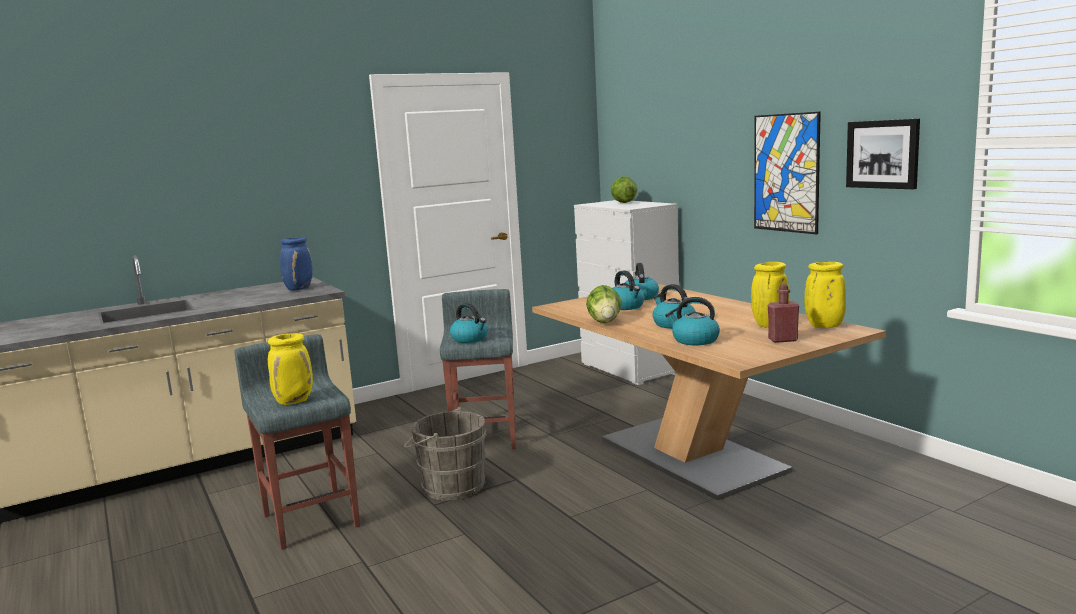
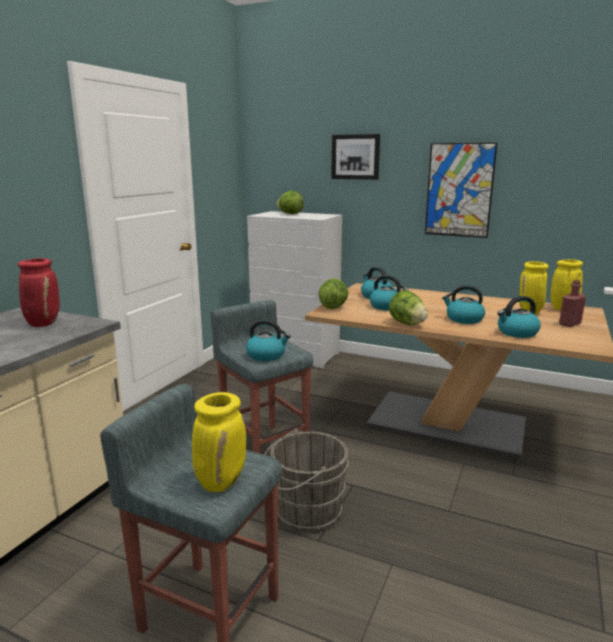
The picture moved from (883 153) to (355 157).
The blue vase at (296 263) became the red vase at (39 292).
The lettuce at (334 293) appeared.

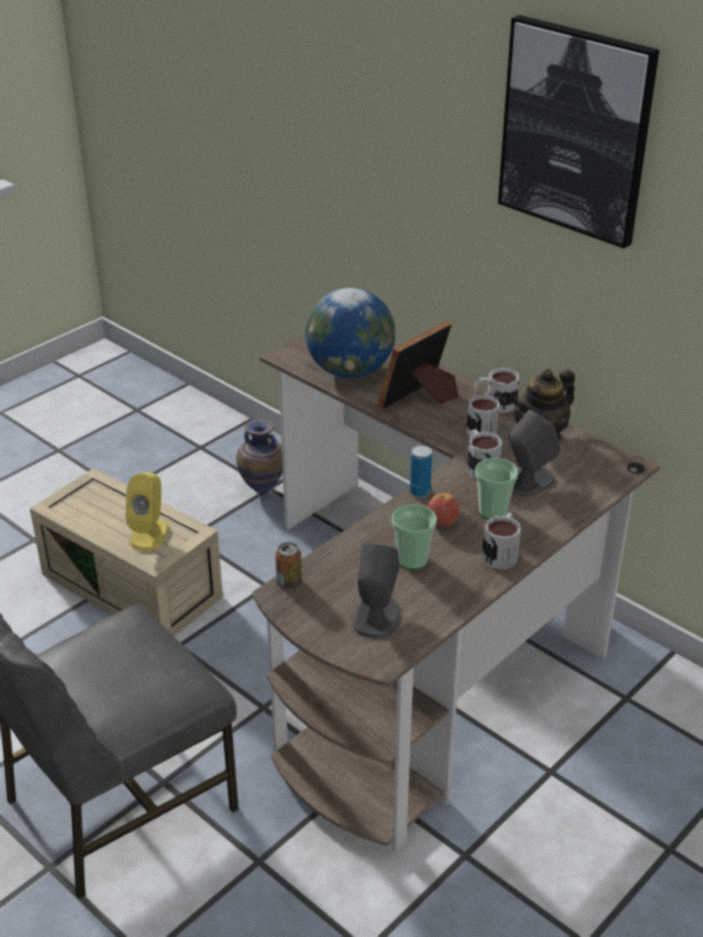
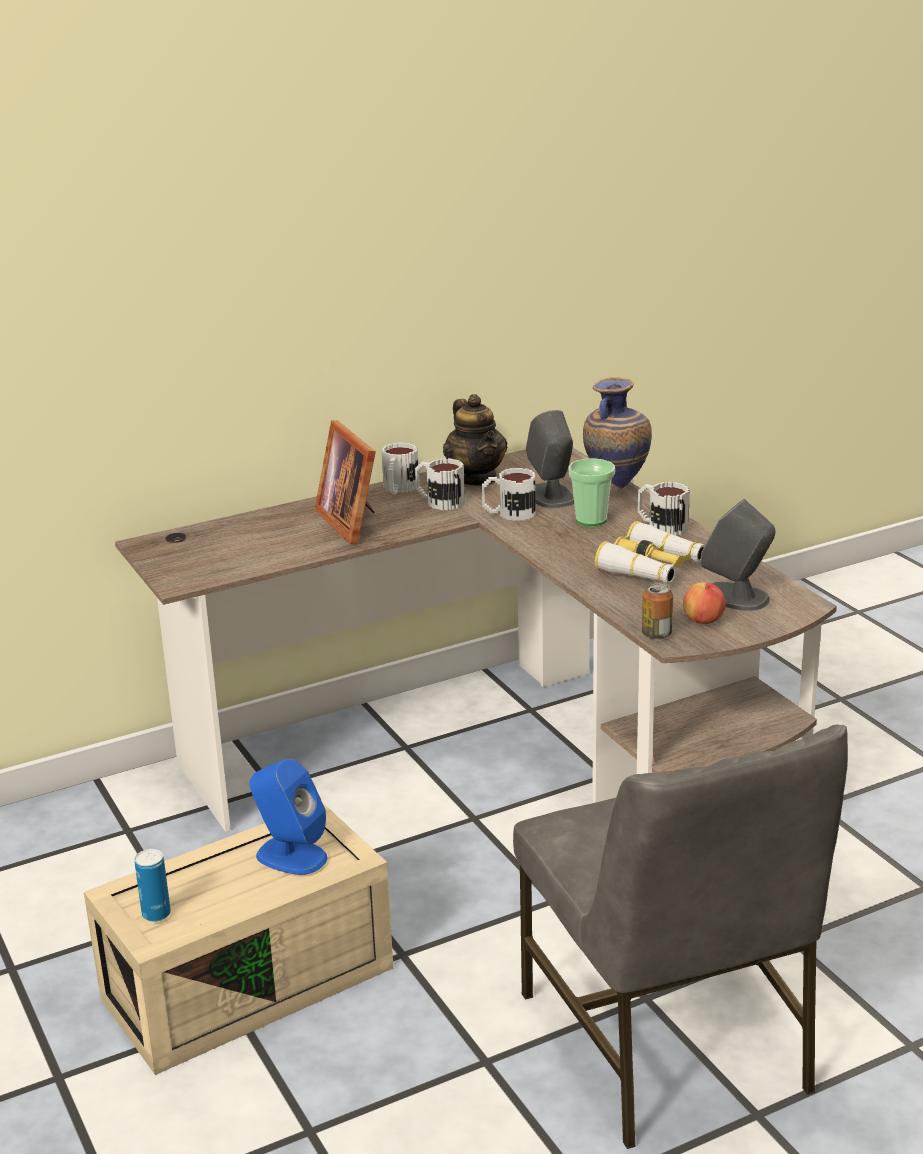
The picture at (578 131) disappeared.
The globe at (350 333) disappeared.
The vase moved from (259 457) to (617 433).
The can moved from (421 471) to (153 885).
The yellow speaker at (147 512) became the blue speaker at (288 817).
The apple moved from (443 510) to (704 603).
The cup at (414 537) was replaced by the binoculars at (649 552).

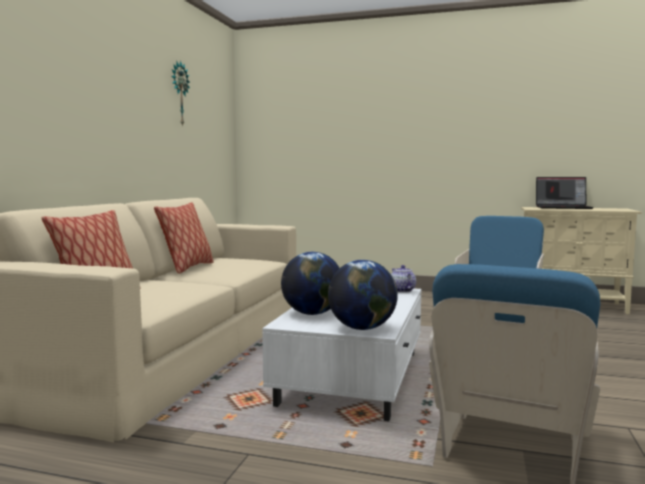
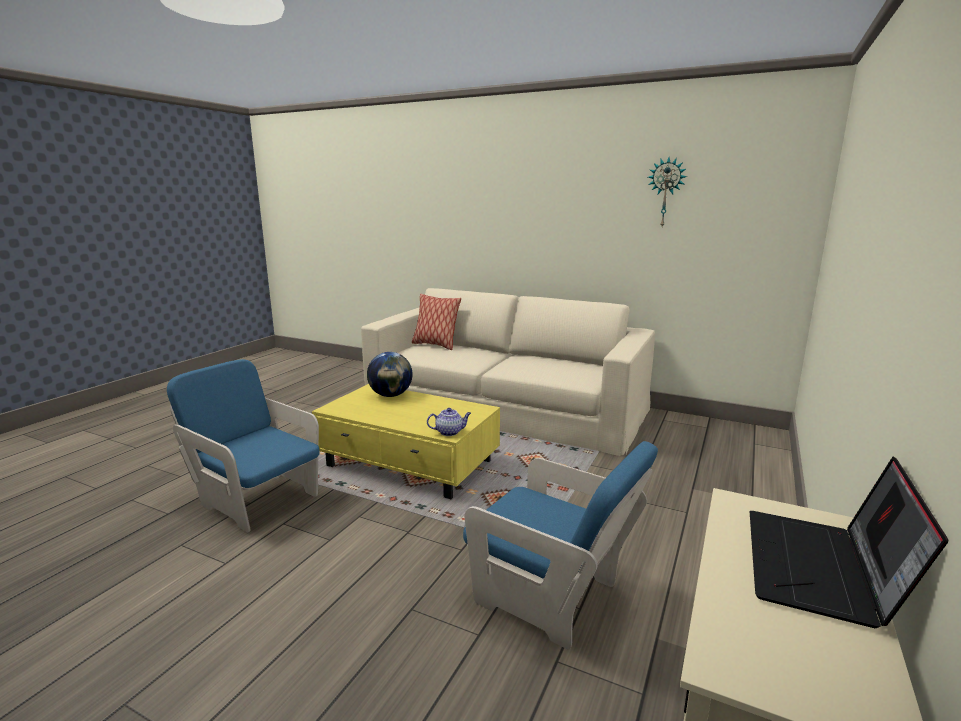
The pillow at (184 238) disappeared.
The globe at (363 295) disappeared.
The white coffee table at (341 354) became the yellow coffee table at (406 441).

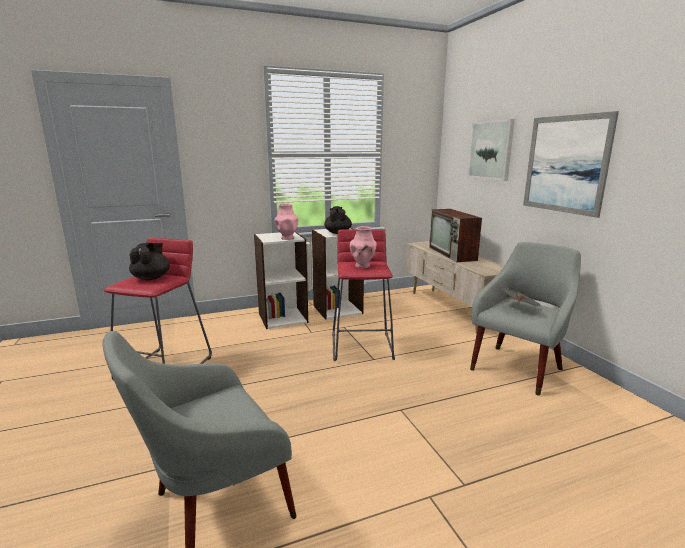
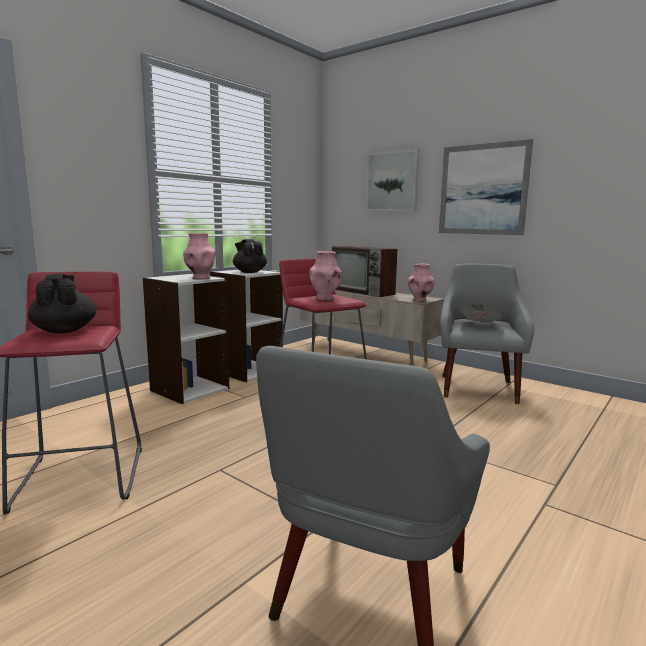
The pink vase at (421 283) appeared.

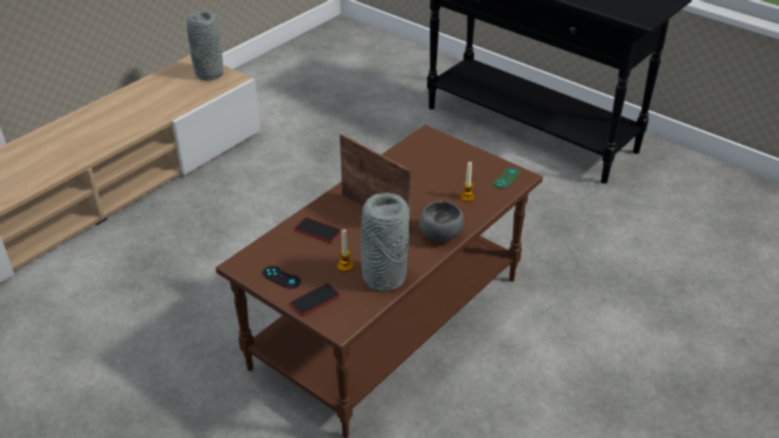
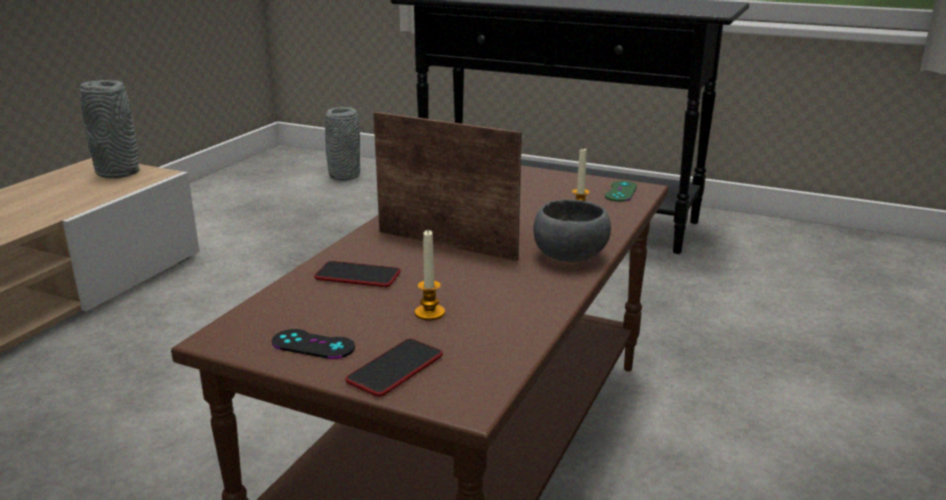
The grey vase moved from (384 242) to (342 144).

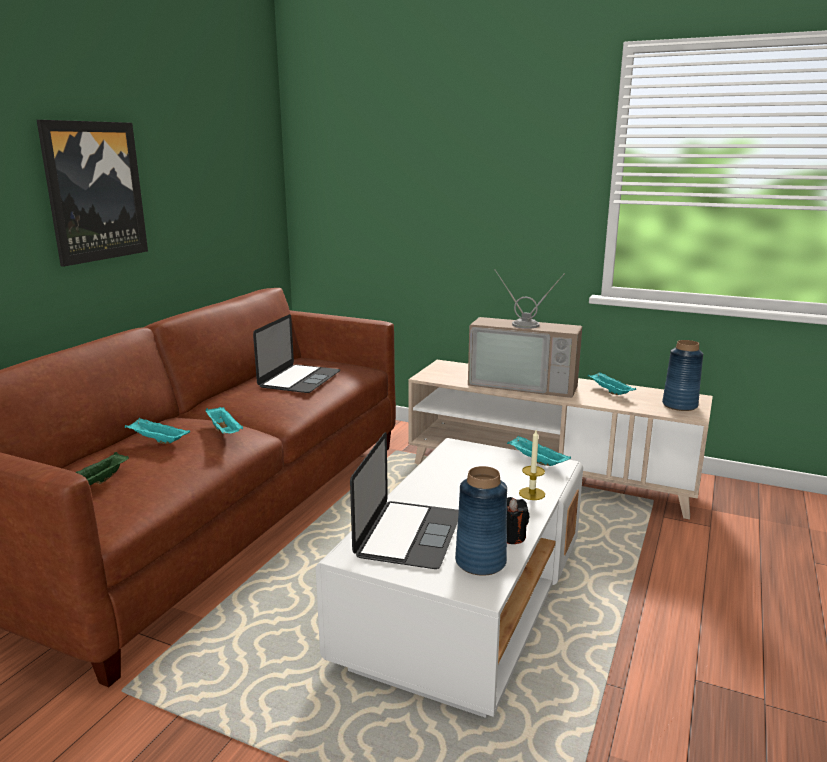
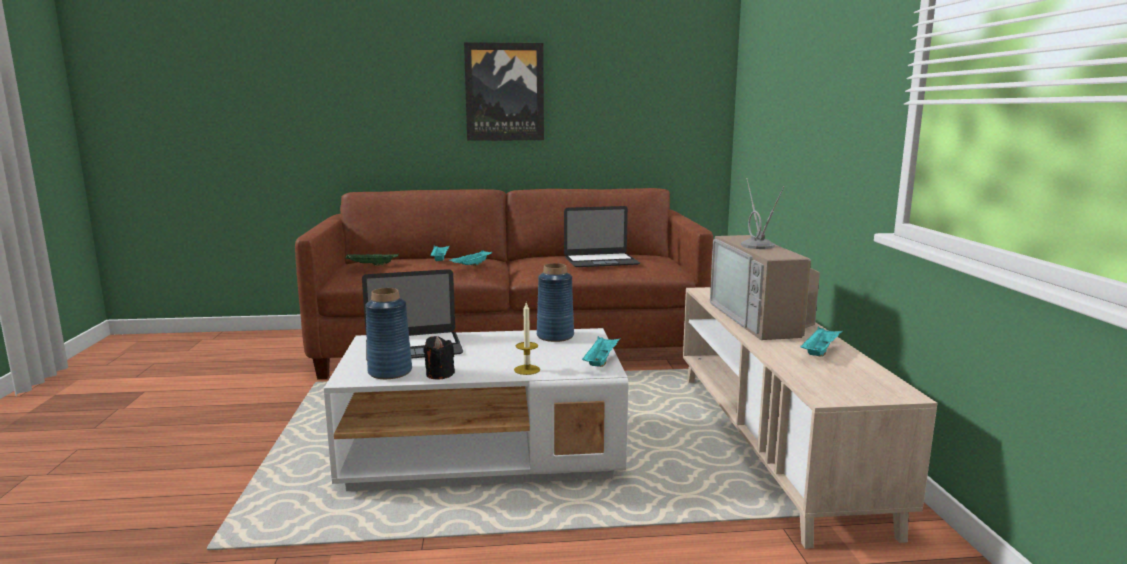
The blue vase moved from (683 375) to (555 302).

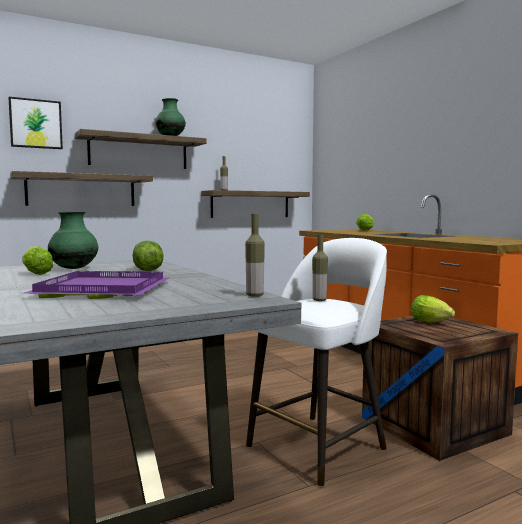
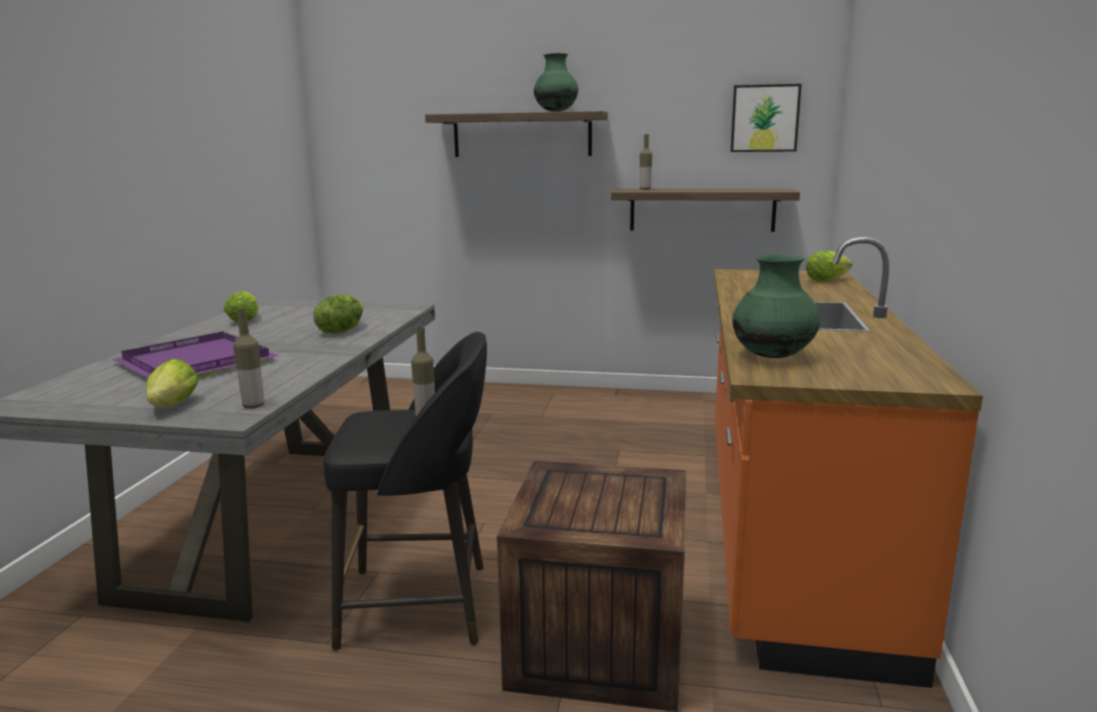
The picture moved from (35 123) to (766 118).
The shelf at (81 188) disappeared.
The green vase moved from (73 240) to (776 306).
The white stool at (316 362) became the black stool at (405 491).
The lettuce moved from (433 309) to (172 383).

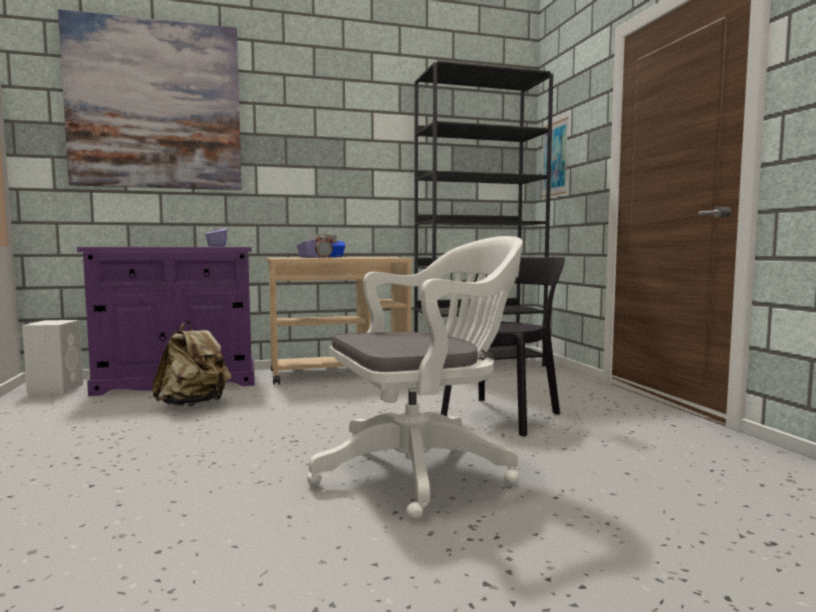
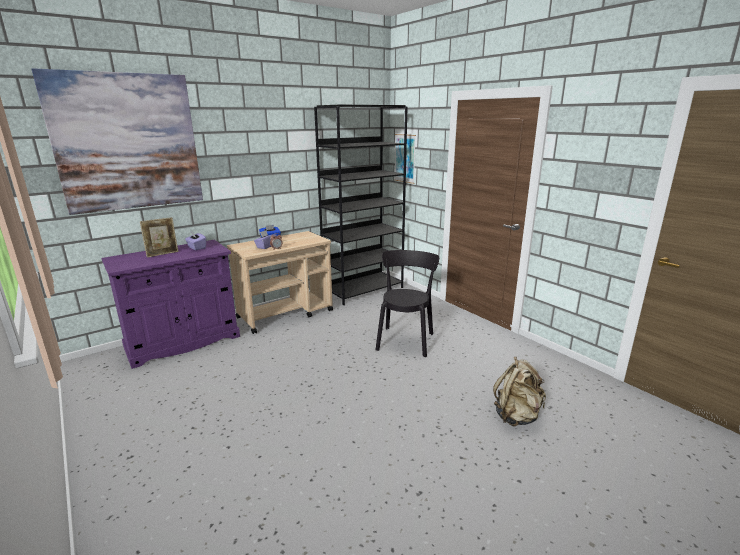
The white office chair at (415 378) disappeared.
The white speaker at (52 357) disappeared.
The beige backpack moved from (191 363) to (519 391).
The picture frame at (159 237) appeared.

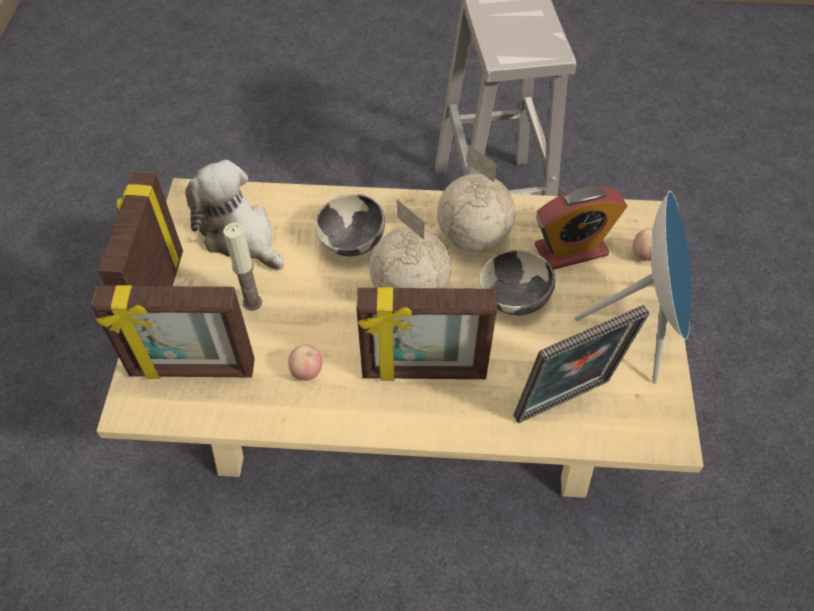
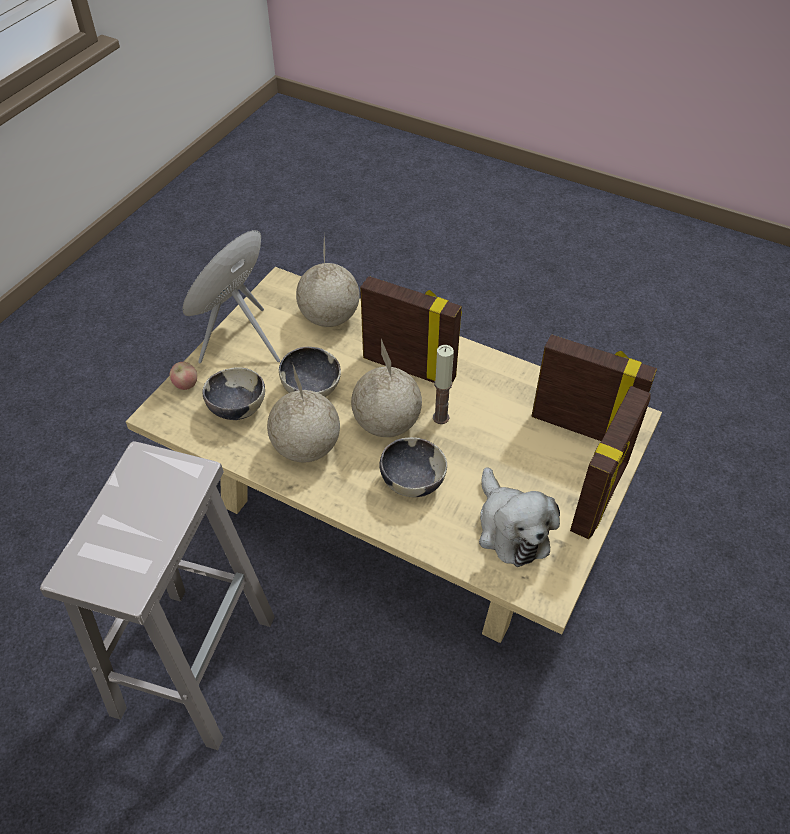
The alarm clock at (581 228) was replaced by the bowl at (233 393).
The candle moved from (243 266) to (443 384).
The picture frame at (581 364) was replaced by the globe at (328 282).
The apple at (305 363) disappeared.

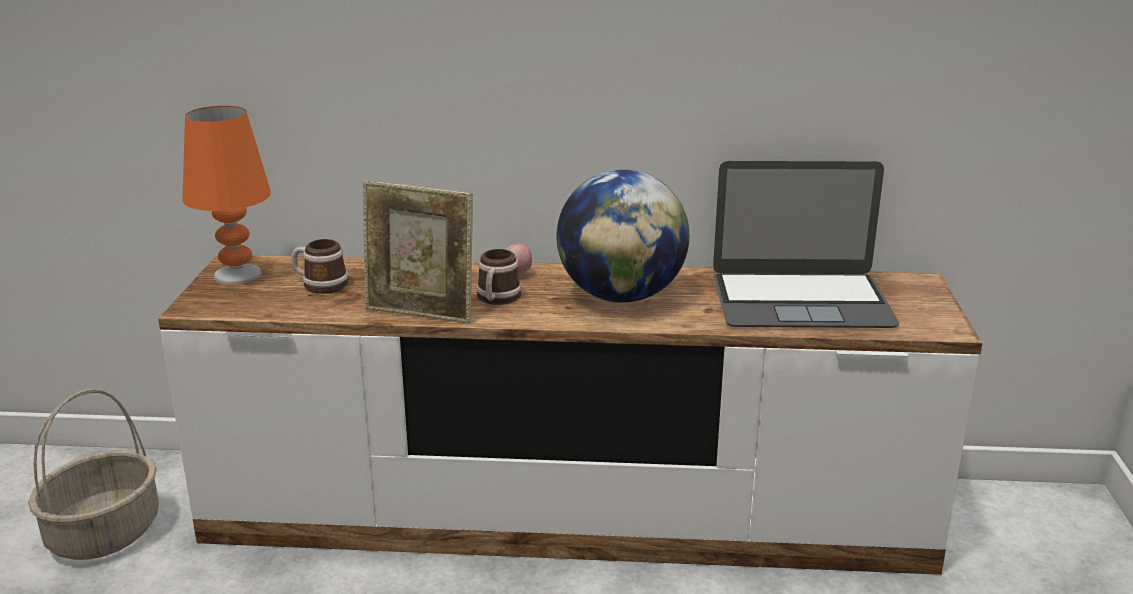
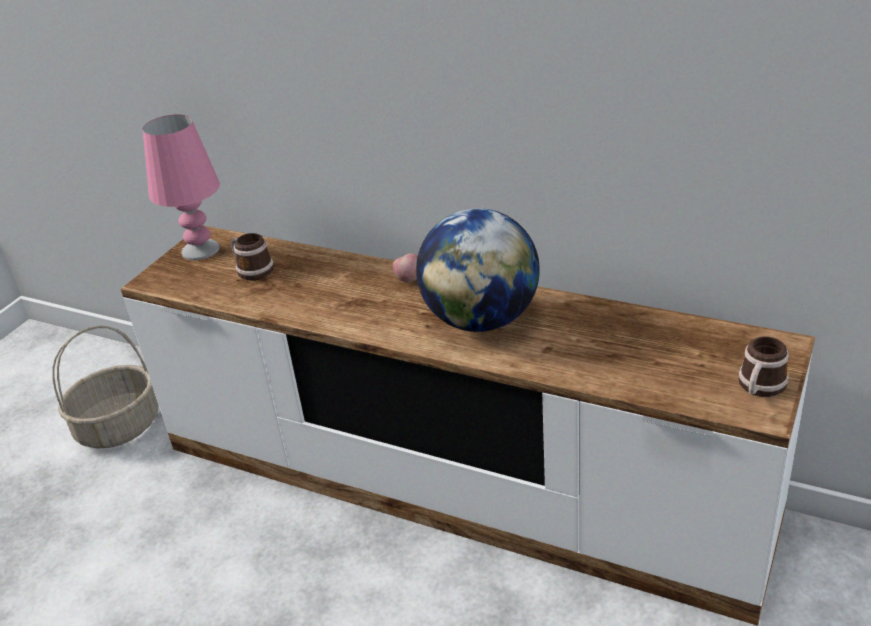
The orange table lamp at (226 195) became the pink table lamp at (181 187).
The laptop at (806 244) disappeared.
The picture frame at (418 252) disappeared.
The mug moved from (499 277) to (764 366).

